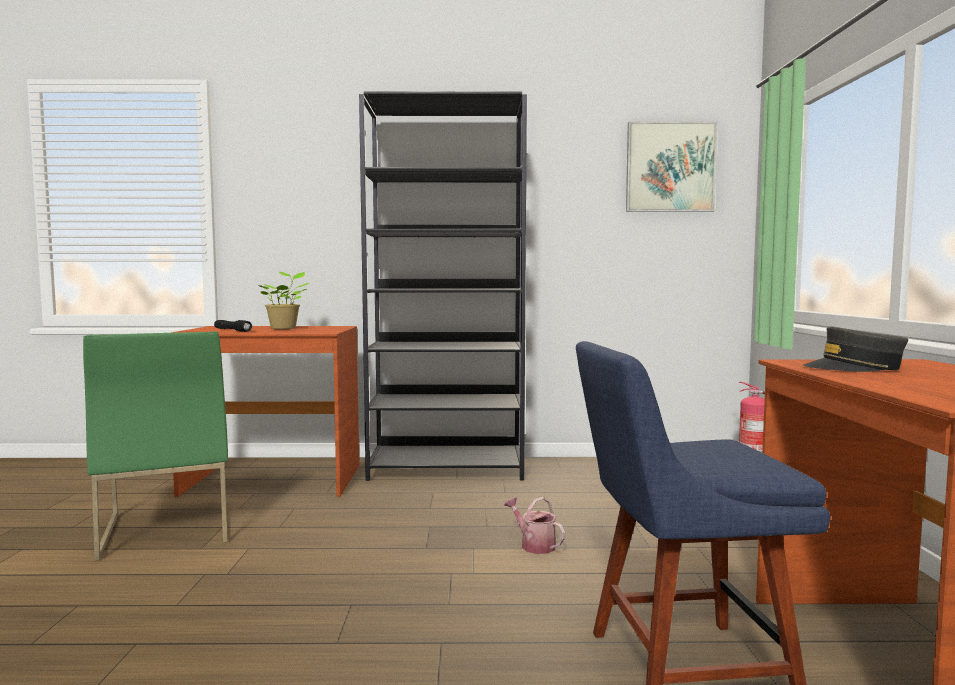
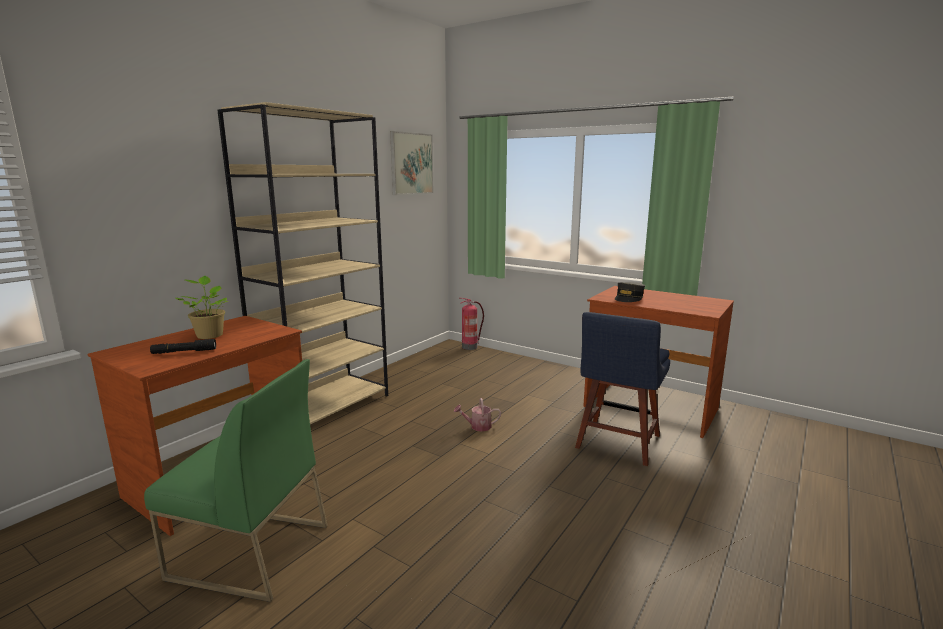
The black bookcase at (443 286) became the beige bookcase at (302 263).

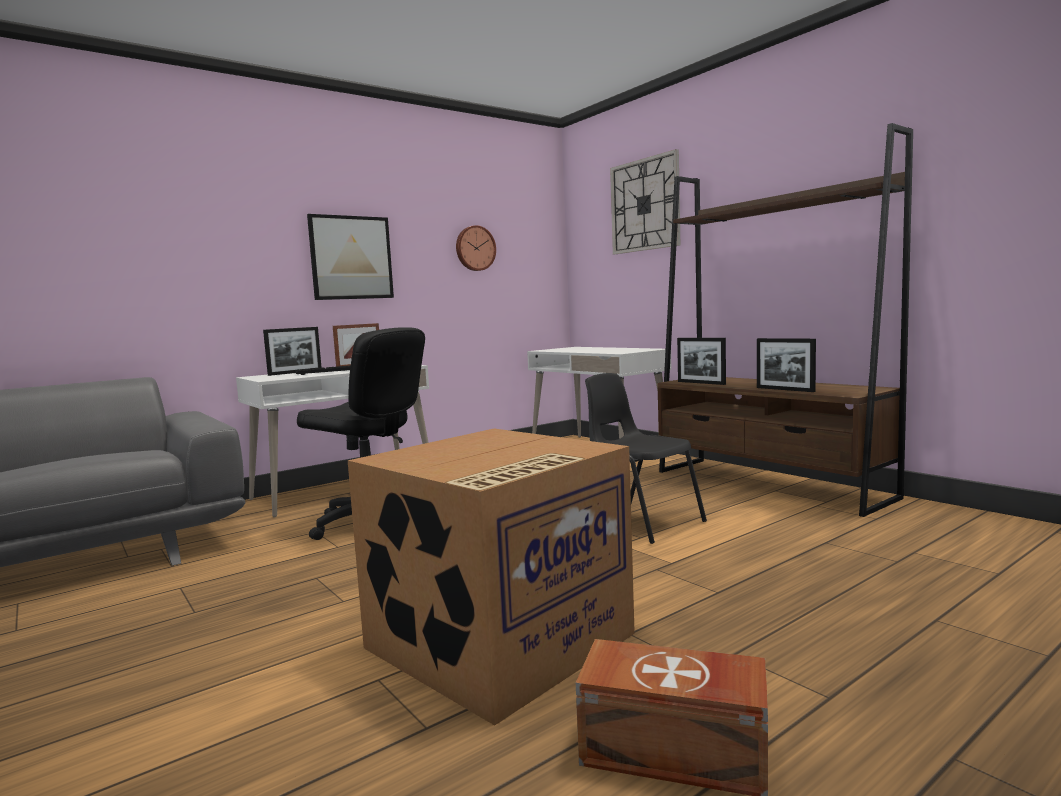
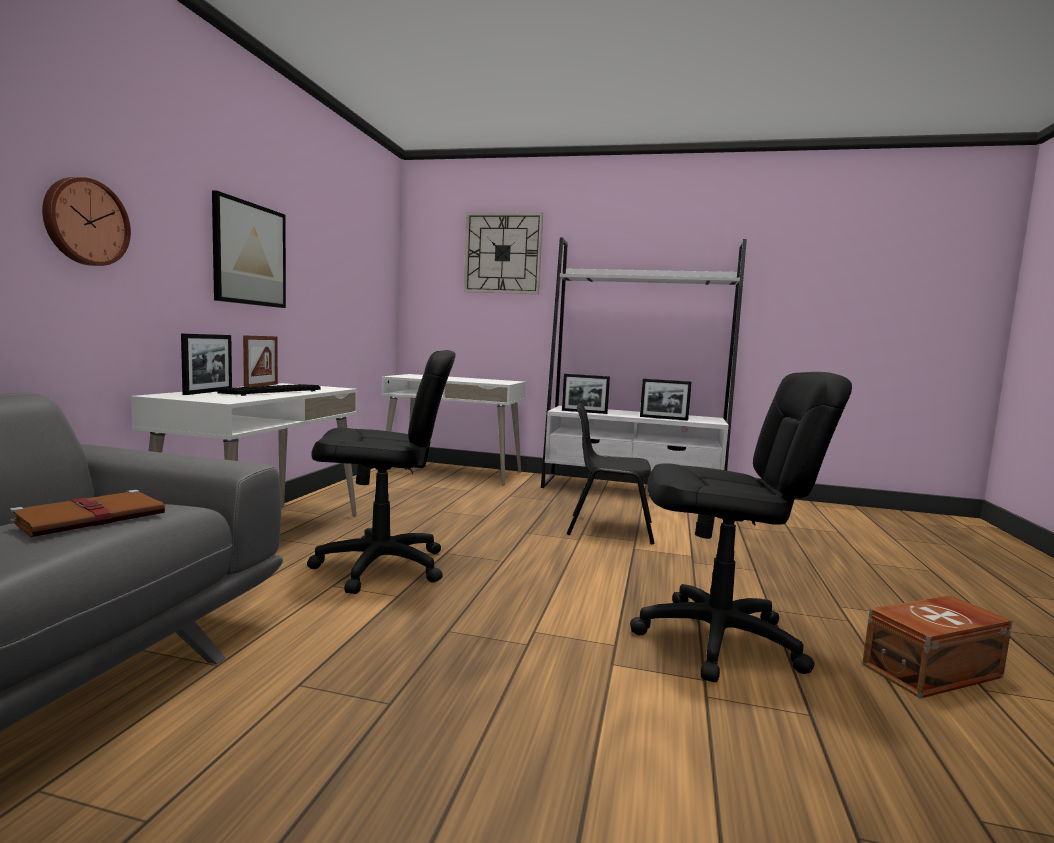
The brown bookcase at (785 320) became the white bookcase at (644 362).
The wall clock moved from (476 248) to (86 221).
The cardboard box at (491 577) was replaced by the black office chair at (741 527).
The brown book at (87 513) appeared.

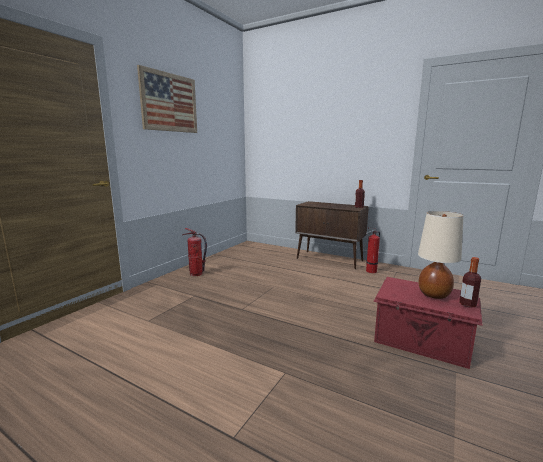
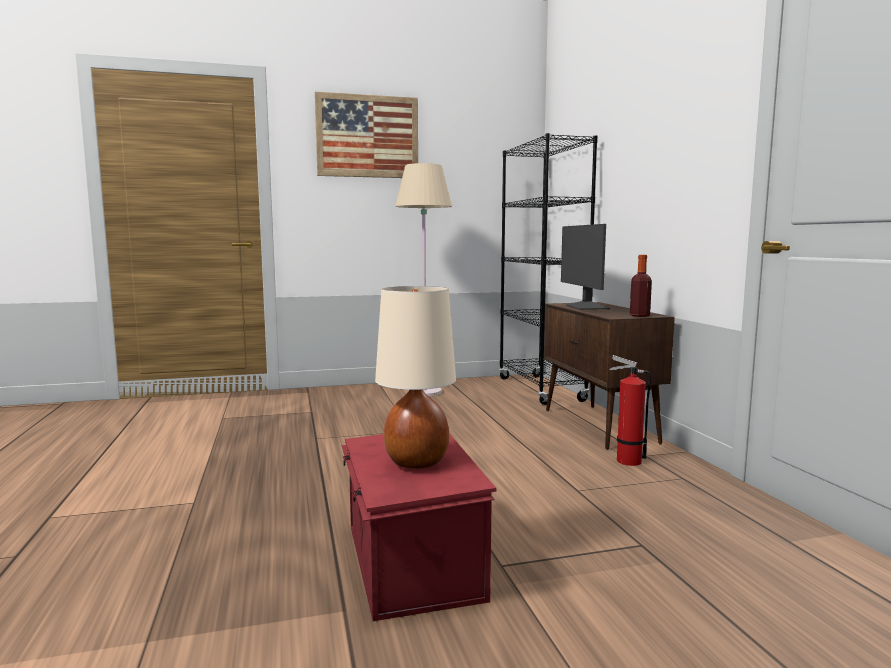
The fire extinguisher at (195 252) disappeared.
The bottle at (470 282) disappeared.
The black bookcase at (548 269) appeared.
The beige floor lamp at (423 280) appeared.
The monitor at (585 267) appeared.

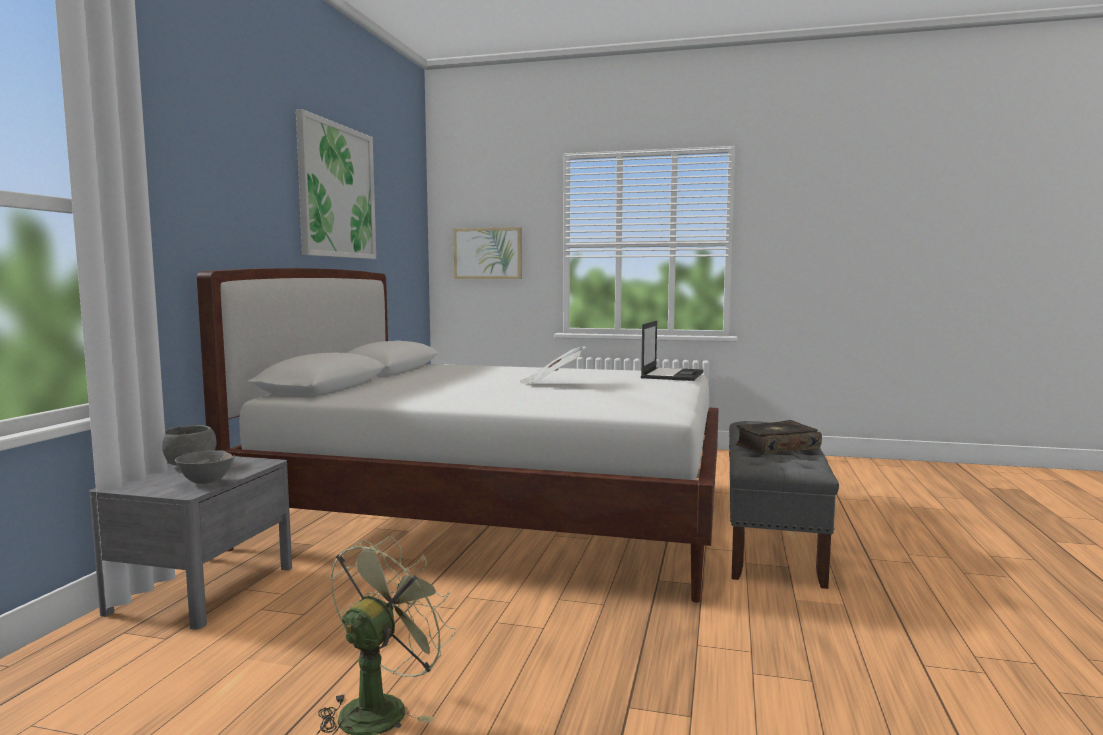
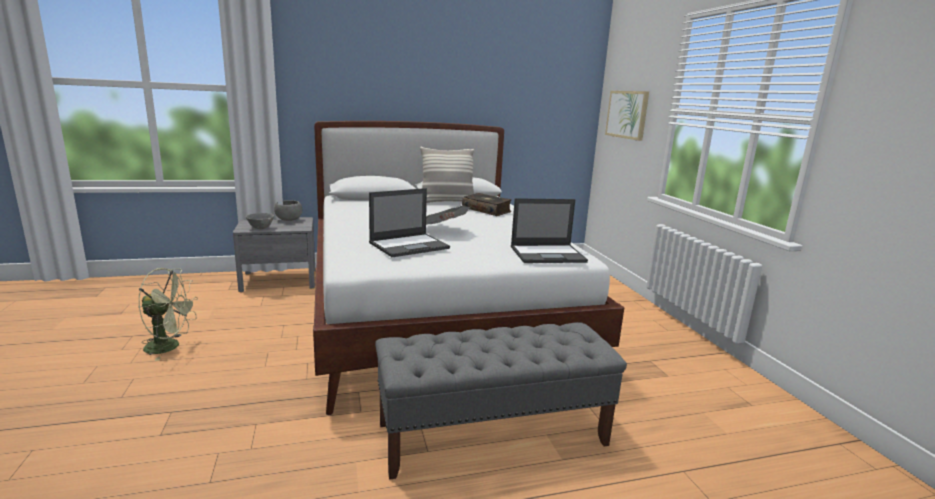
The picture at (336 184) disappeared.
The book moved from (778 437) to (487 204).
The pillow at (447 175) appeared.
The laptop at (409 222) appeared.

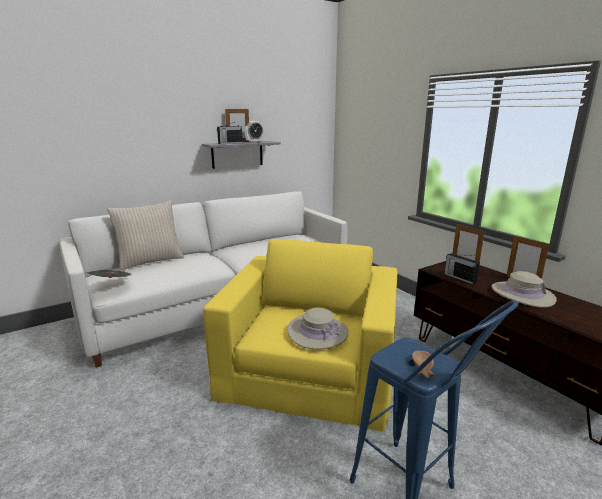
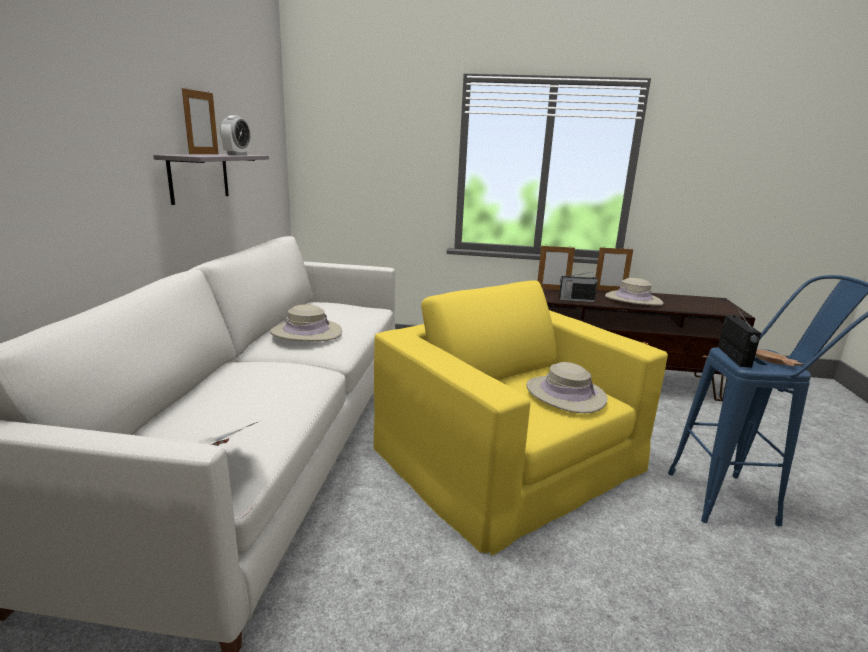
The radio moved from (230 133) to (739 339).
The beige pillow at (145 235) disappeared.
The beige hat at (306 323) appeared.

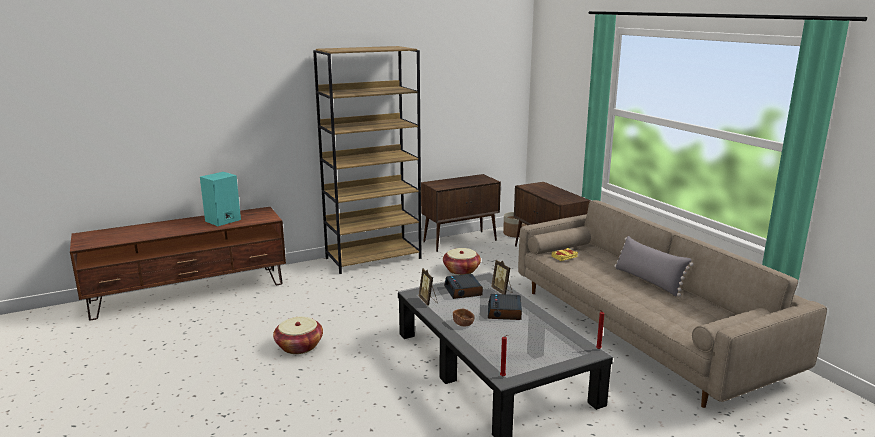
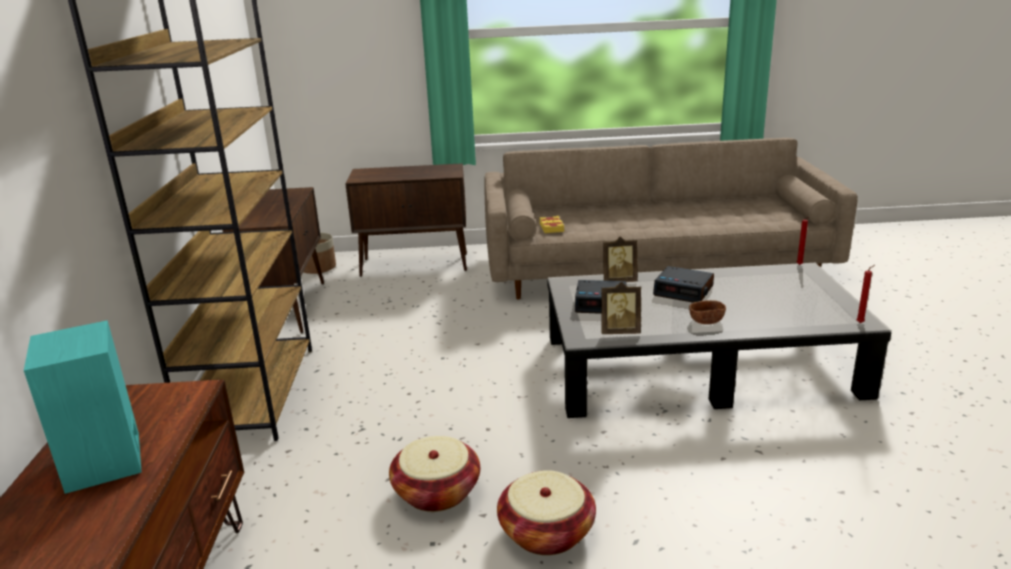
The grey pillow at (653 266) disappeared.
The basket moved from (462 261) to (434 474).

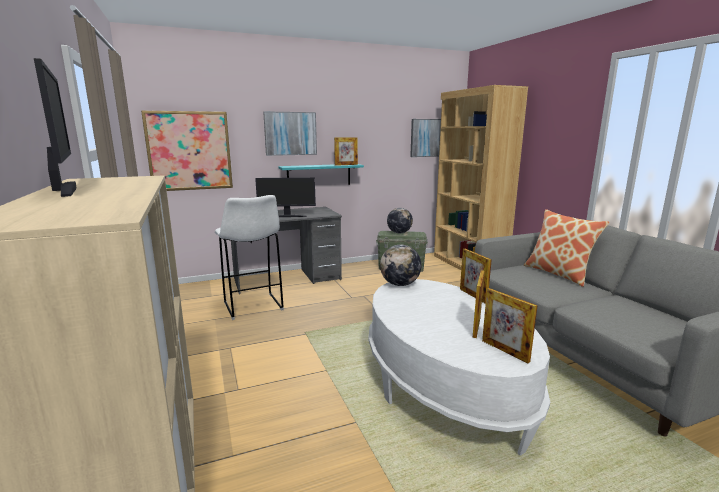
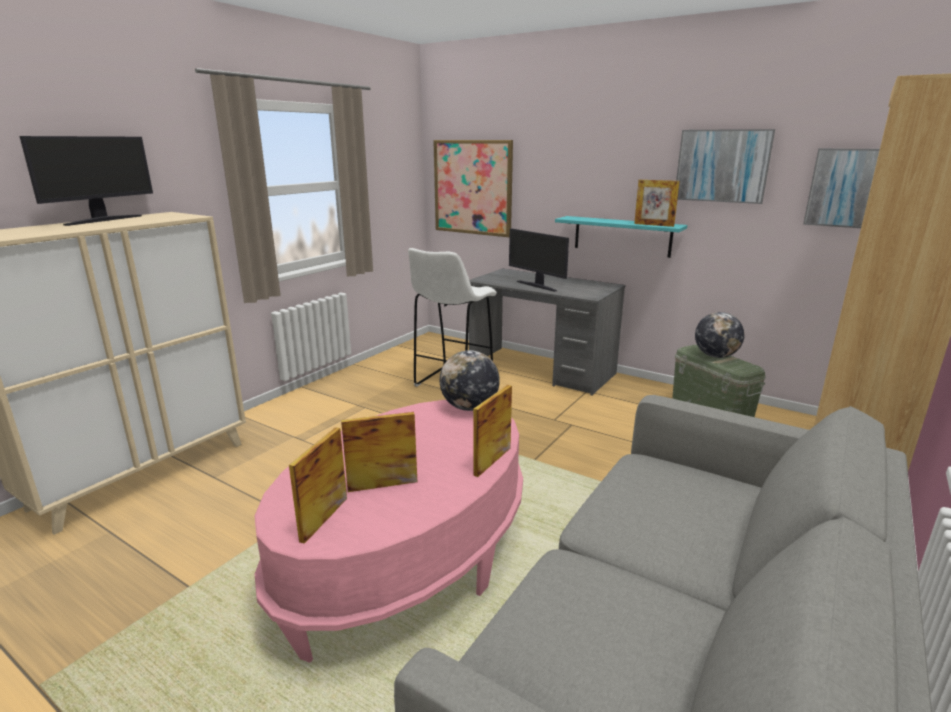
The picture moved from (290 133) to (725 166).
The pillow at (567 248) disappeared.
The white coffee table at (459 367) became the pink coffee table at (389 531).

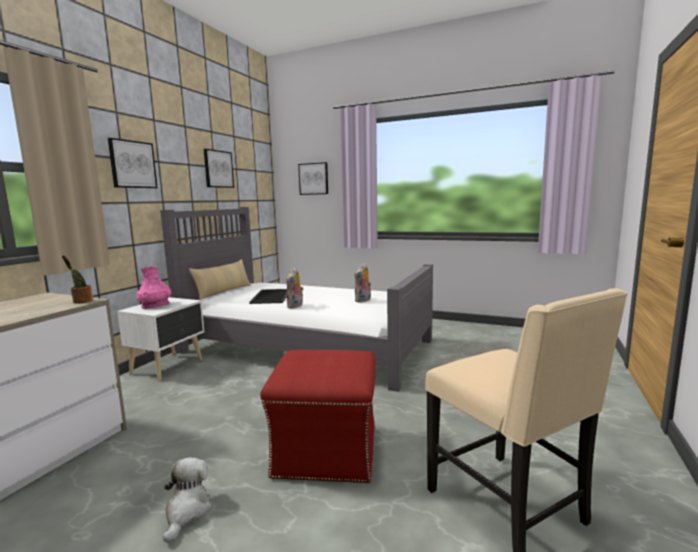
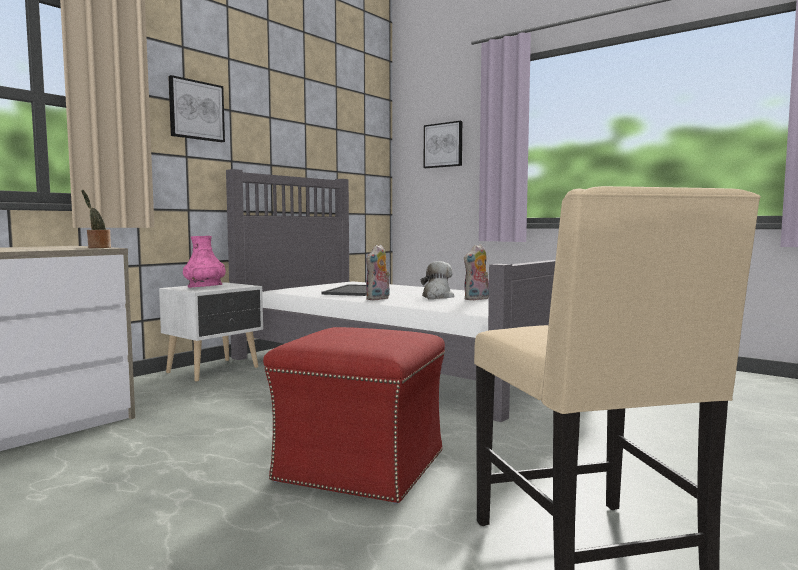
The picture at (219 168) disappeared.
The beige pillow at (220 279) disappeared.
The plush toy moved from (187 500) to (437 280).

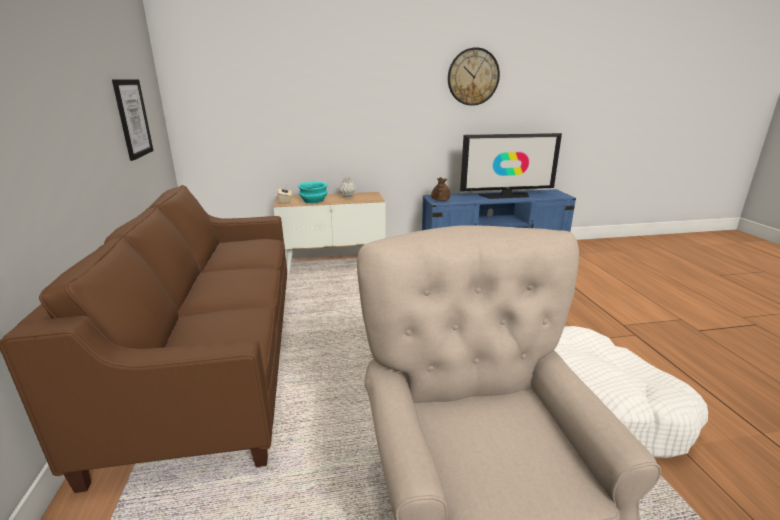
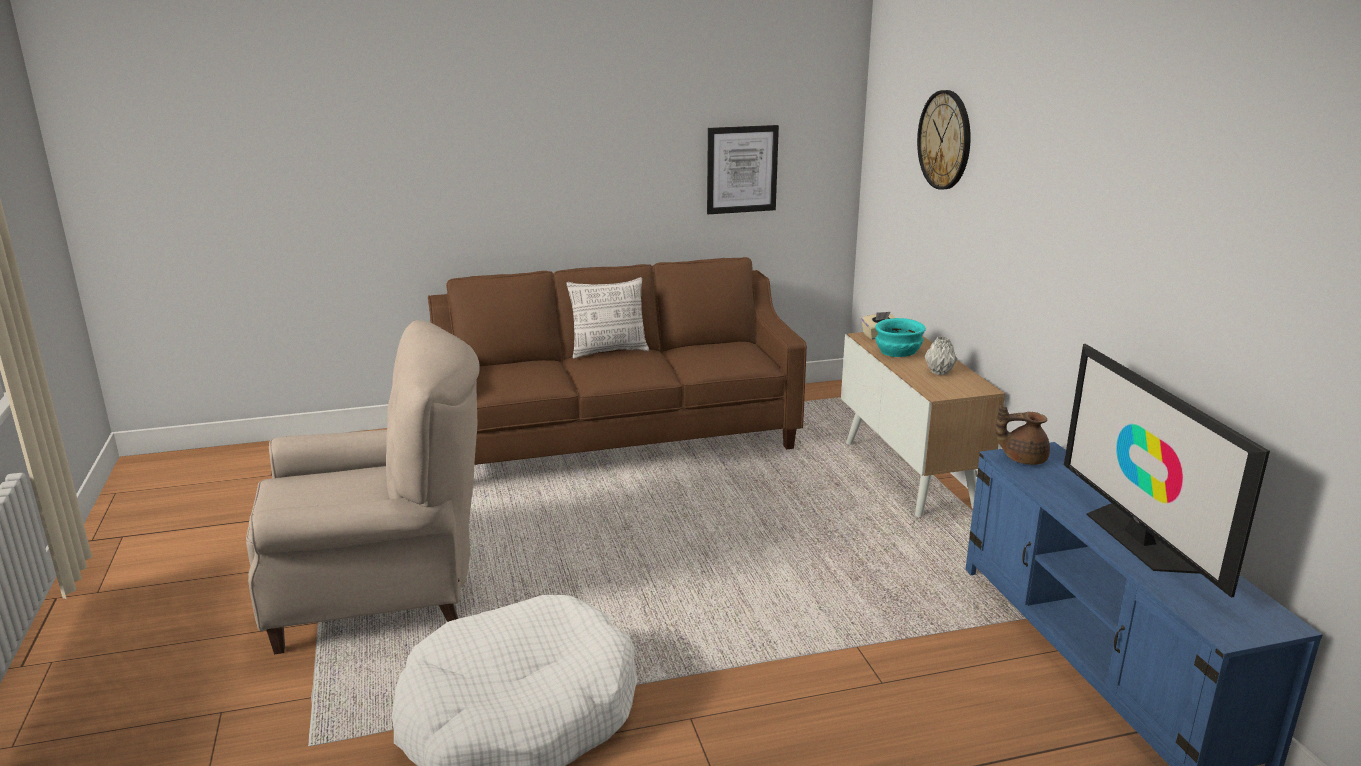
The wall clock moved from (474 76) to (944 140).
The pillow at (608 318) appeared.

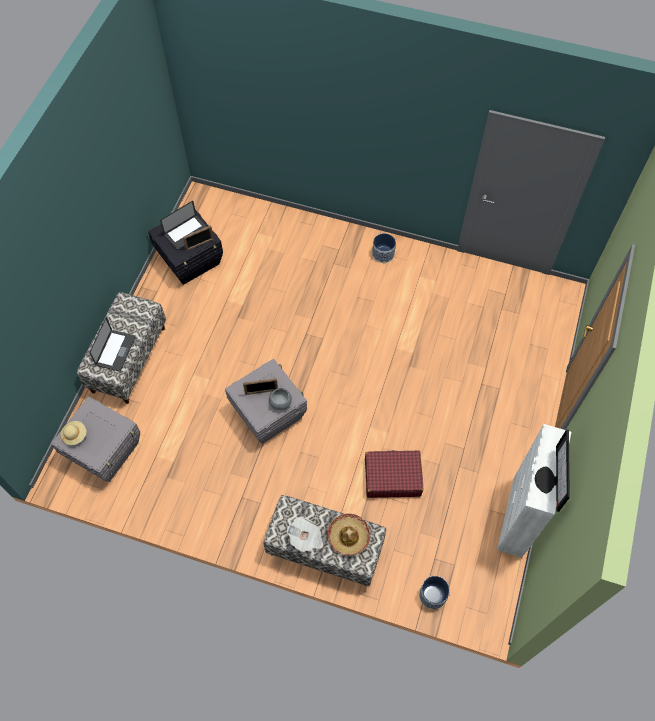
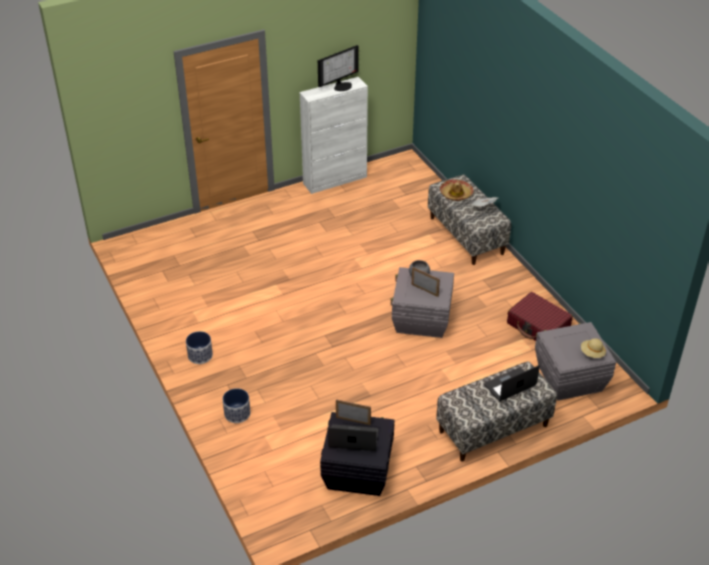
The red suitcase moved from (394 474) to (540 316).
The planter moved from (434 592) to (236 405).

